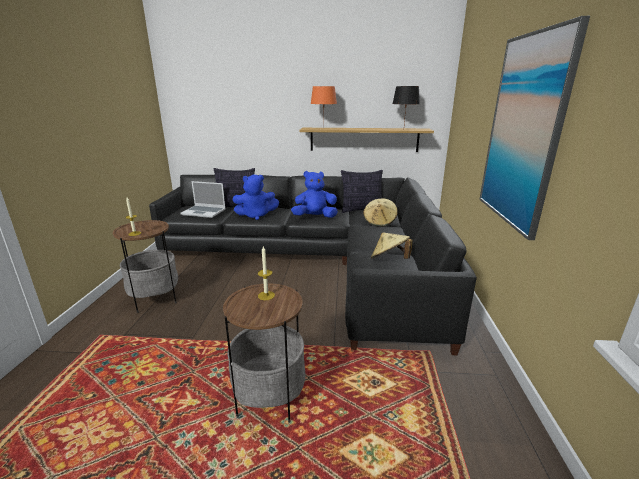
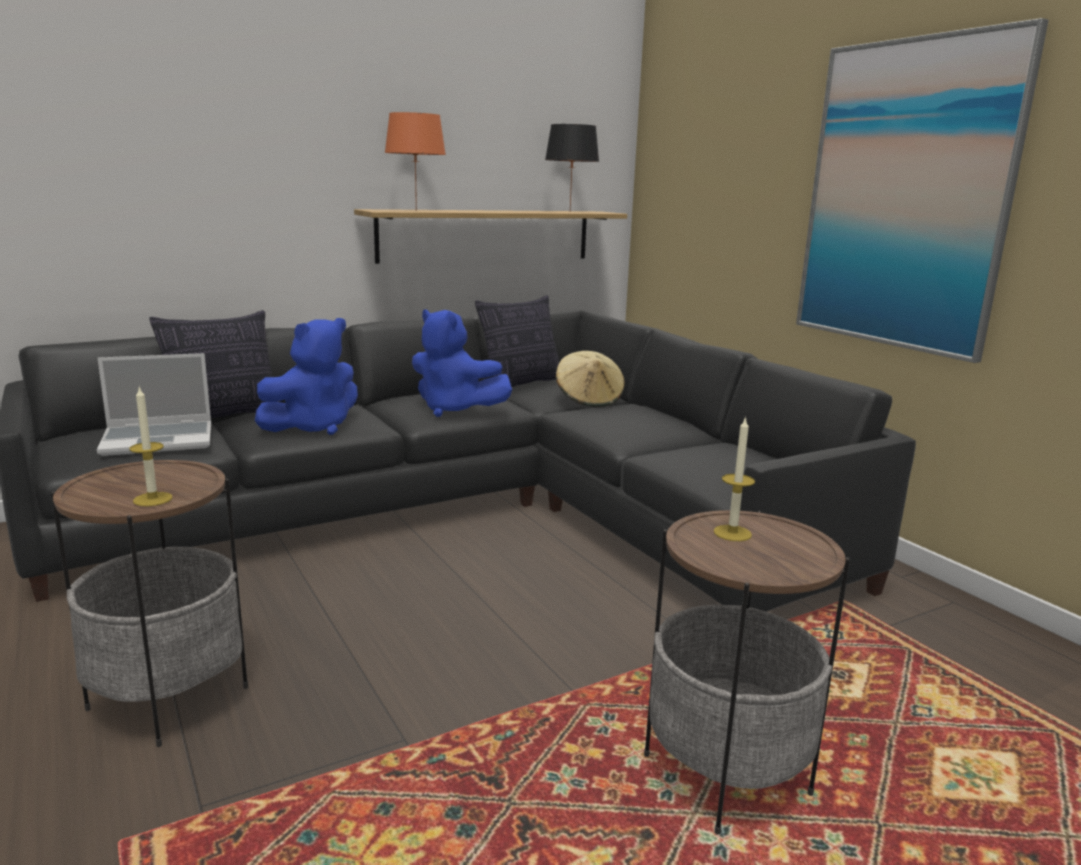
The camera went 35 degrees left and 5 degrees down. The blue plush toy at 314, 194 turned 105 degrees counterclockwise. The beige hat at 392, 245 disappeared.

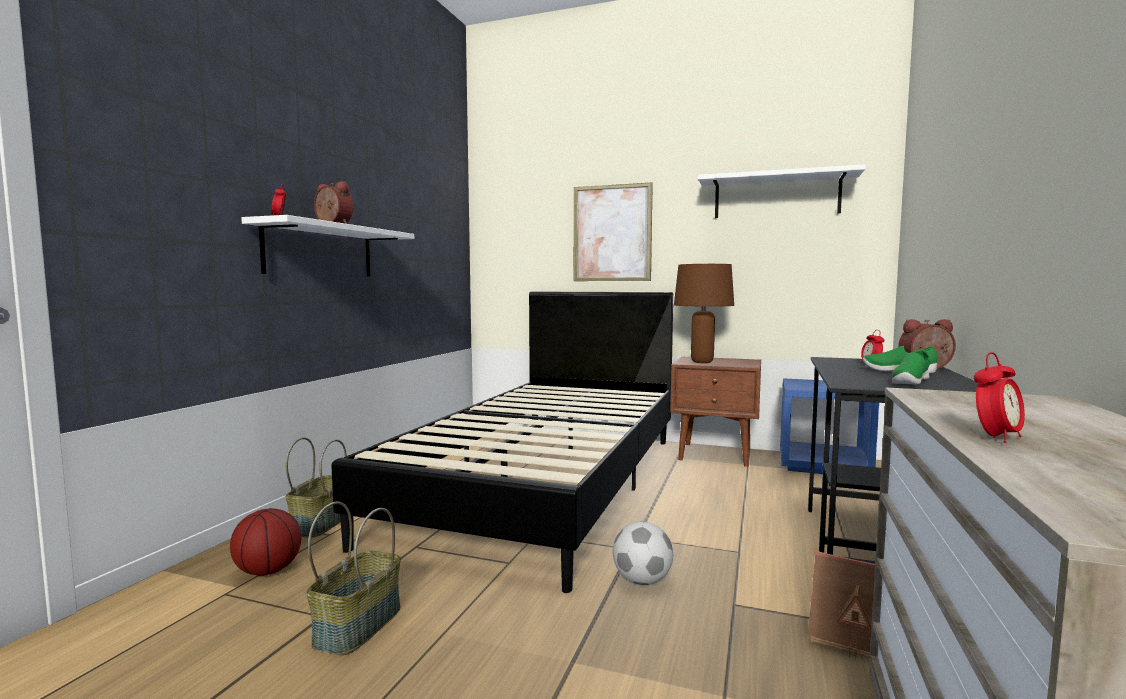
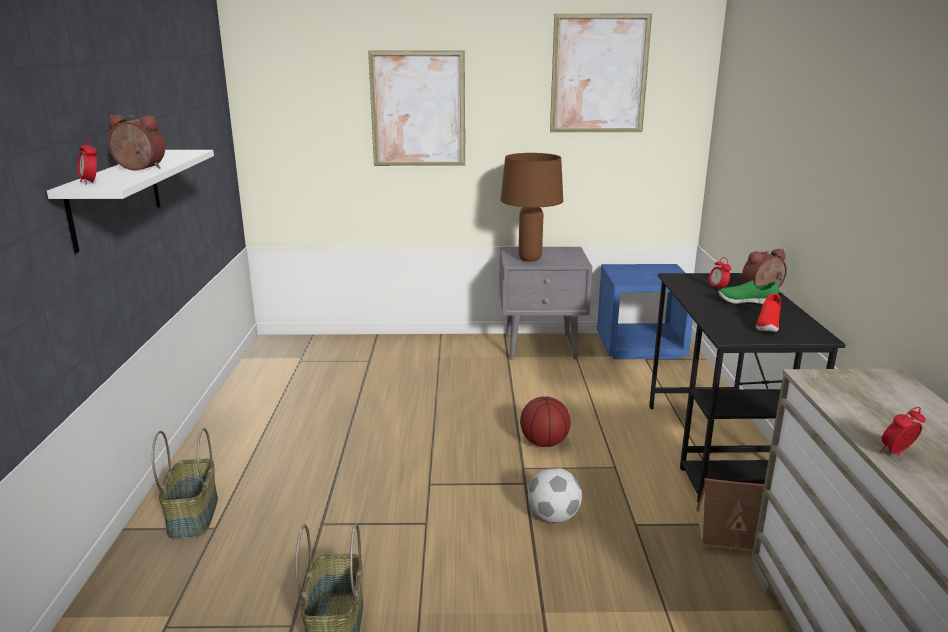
The camera went 20 degrees left and 15 degrees up. The basketball moved from 265, 542 to 545, 421. The black bed at 502, 442 disappeared. The brown nightstand at 715, 412 became the grey nightstand at 545, 303. The white shelf at 782, 191 was replaced by the picture at 601, 73. The green shoe at 911, 367 became the red shoe at 768, 312. The alarm clock at 999, 397 turned 150 degrees counterclockwise.

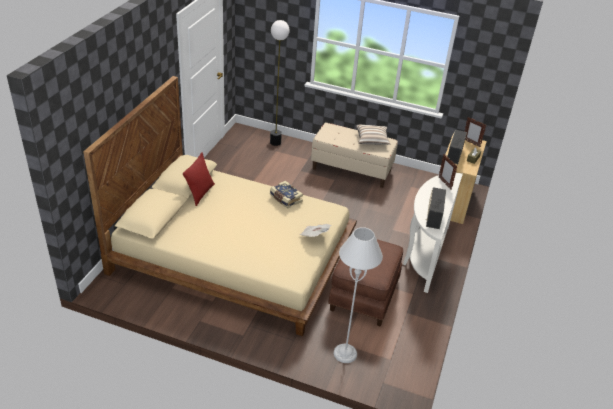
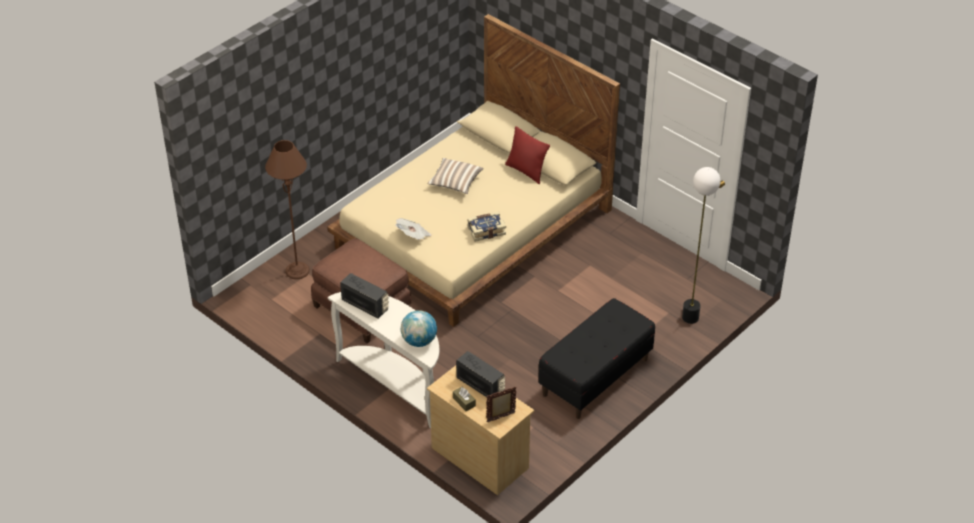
The camera went 115 degrees right and 5 degrees up. The beige bench at 354, 155 became the black bench at 596, 358. The grey floor lamp at 358, 295 became the brown floor lamp at 287, 209. The pillow moved from 373, 135 to 455, 176. The picture frame at 448, 172 was replaced by the globe at 419, 328.

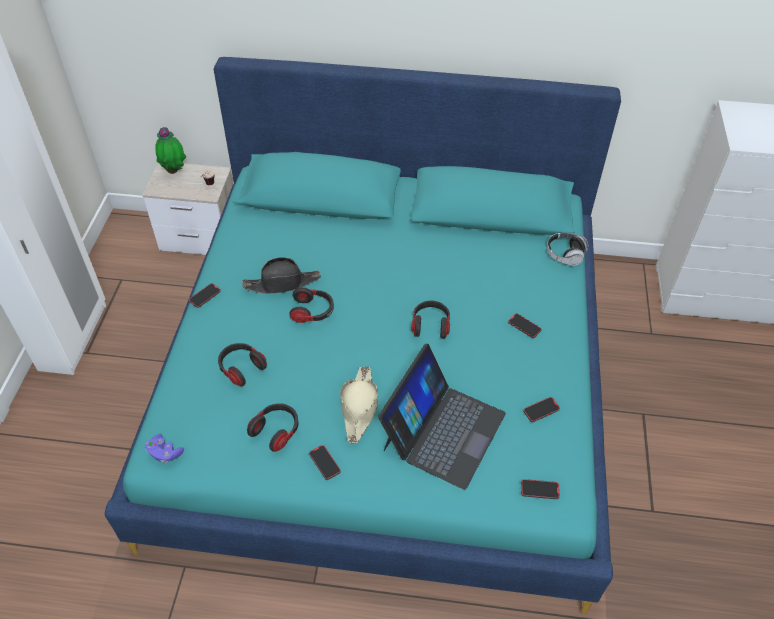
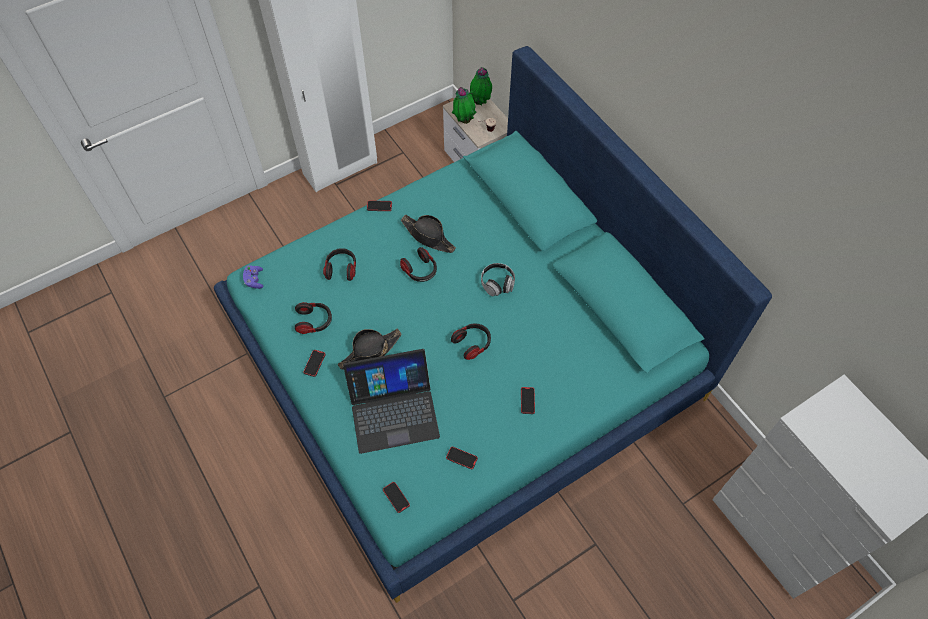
The camera went 50 degrees right and 10 degrees up. The beige hat at 359, 404 became the black hat at 369, 349. The headphones moved from 568, 249 to 498, 280. The potted plant at 464, 105 appeared.

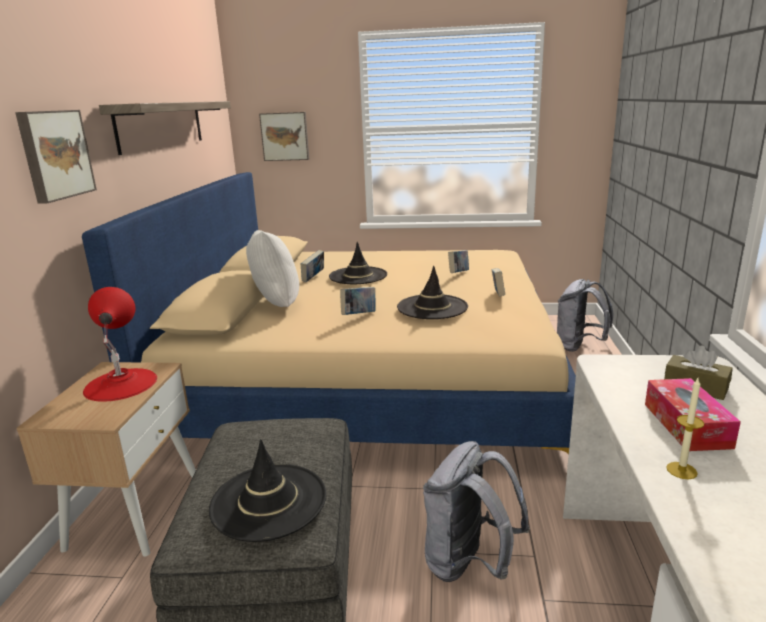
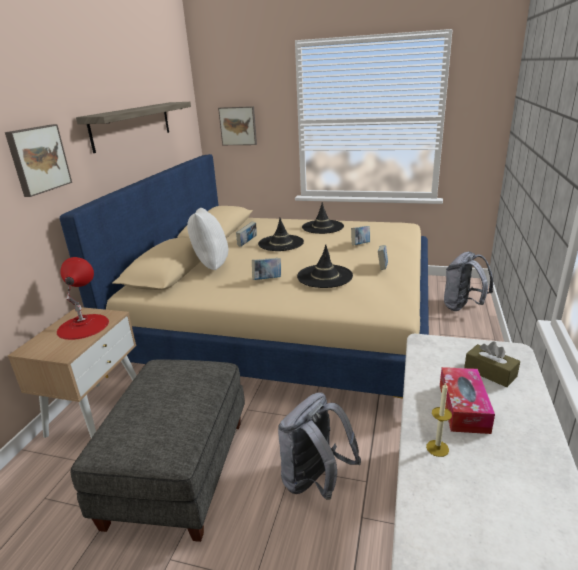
The camera went 10 degrees right and 5 degrees up. The black hat moved from 267, 490 to 323, 218.

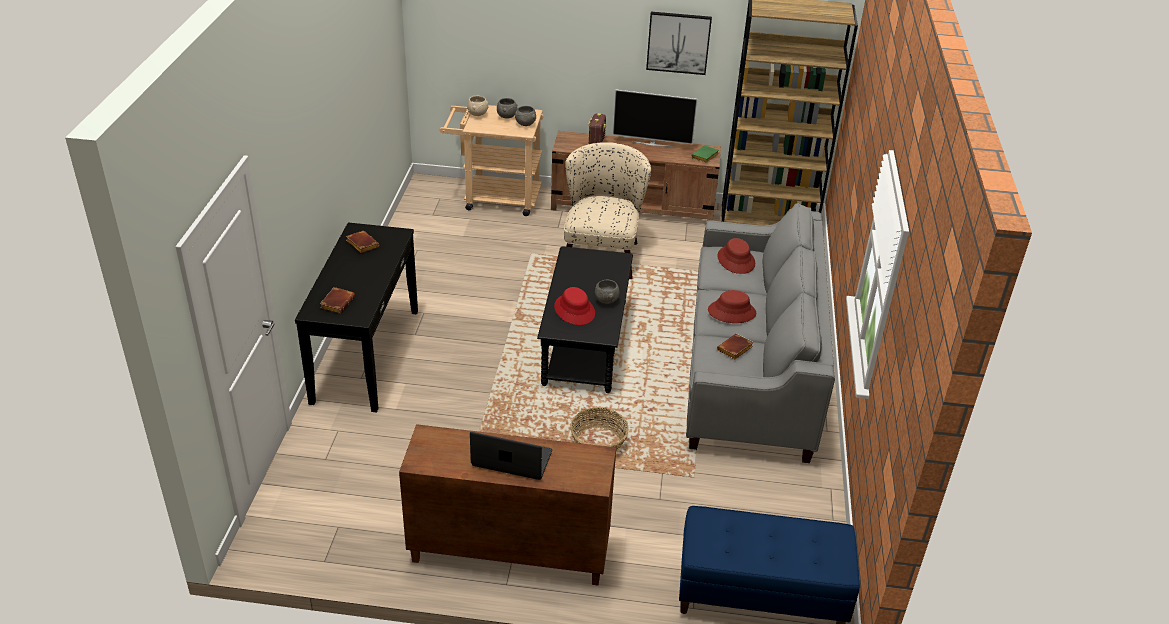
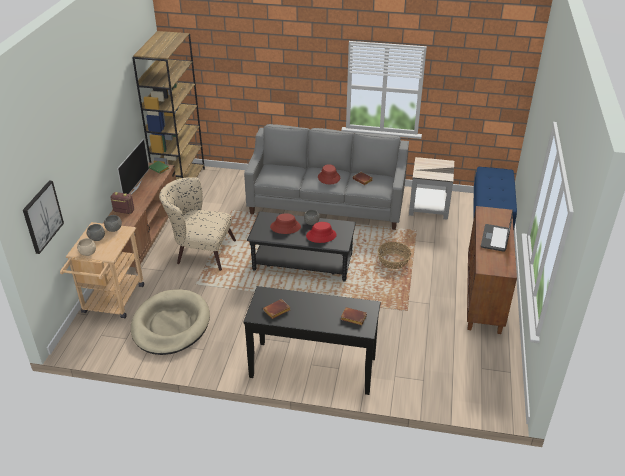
The camera went 85 degrees left and 0 degrees up. The picture moved from 679, 43 to 43, 217. The red hat moved from 736, 256 to 285, 223. The beige dog bed at 170, 322 appeared. The grey side table at 431, 188 appeared.

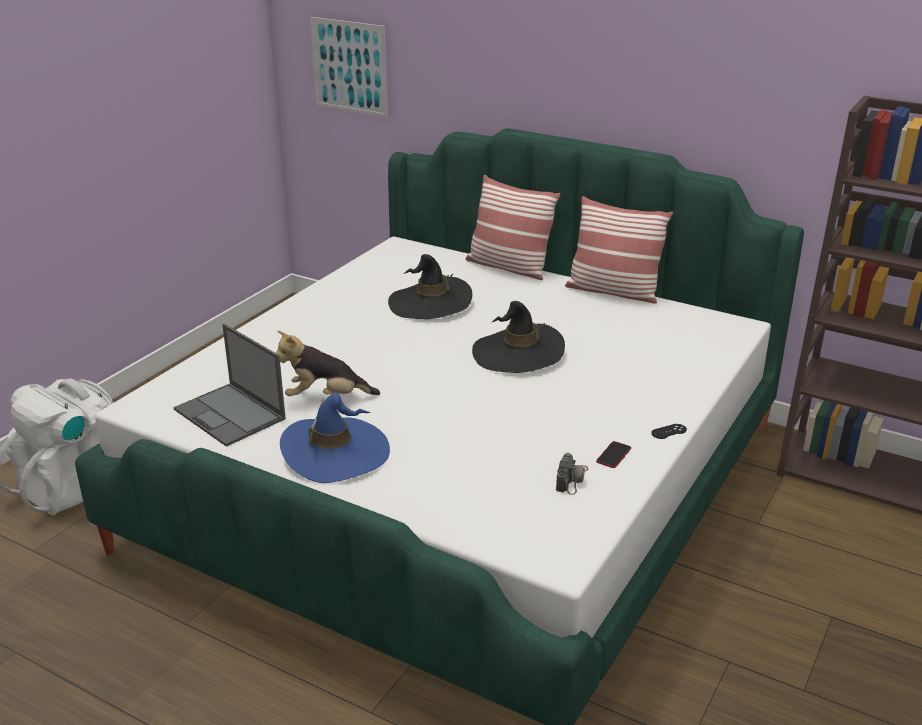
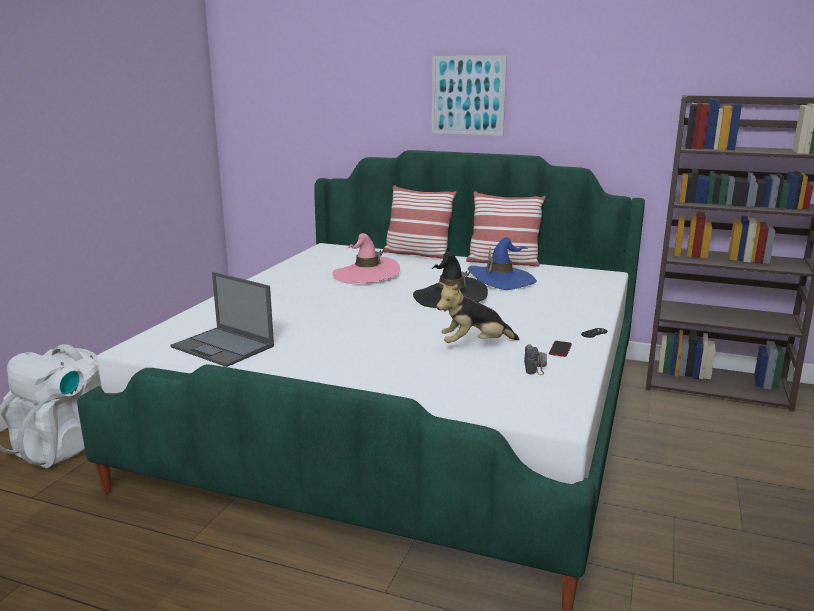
The camera went 10 degrees left and 10 degrees down. The plush toy moved from 327, 363 to 477, 312. The blue hat moved from 335, 437 to 502, 263. The picture moved from 349, 67 to 469, 96. The black hat at 430, 286 became the pink hat at 366, 258.

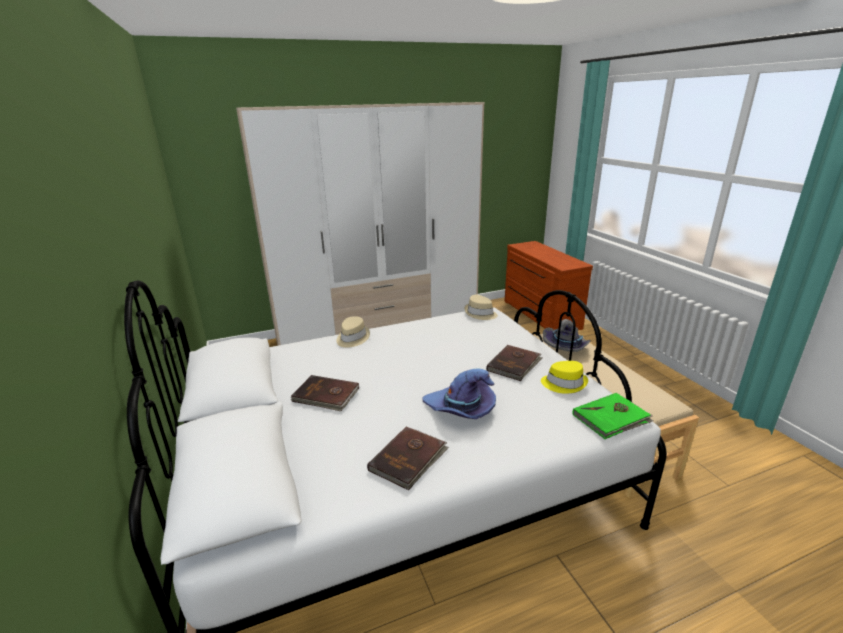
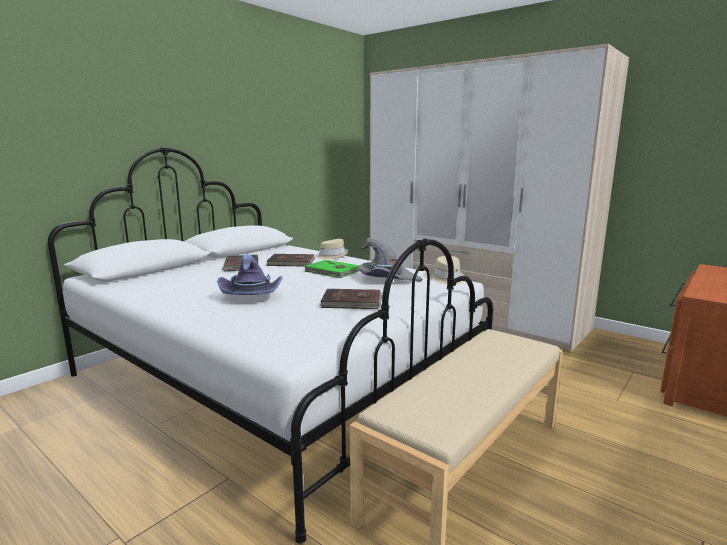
The camera went 60 degrees right and 10 degrees down. The brown book moved from 408, 458 to 290, 260. The yellow hat at 564, 377 disappeared. The grey hat moved from 567, 335 to 390, 260. The green book moved from 613, 416 to 332, 269.

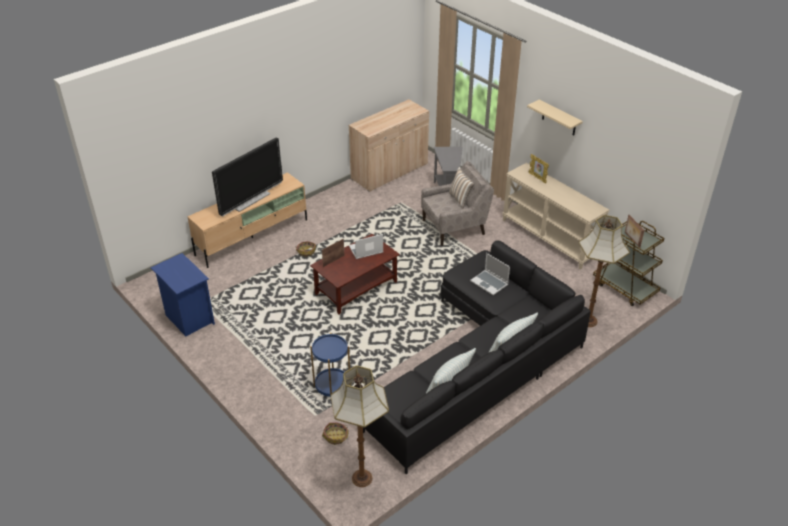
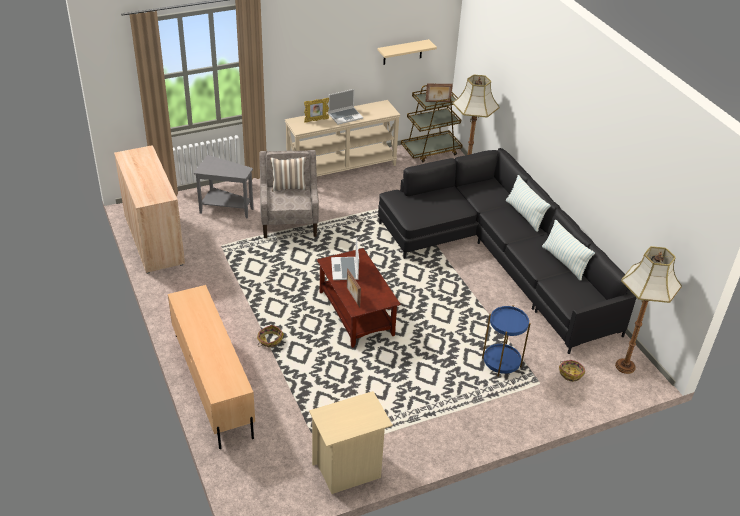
The camera went 75 degrees left and 0 degrees up. The blue nightstand at 183, 294 became the beige nightstand at 351, 442. The television at 247, 176 disappeared. The laptop moved from 490, 274 to 345, 107. The beige shelf moved from 555, 118 to 407, 52.

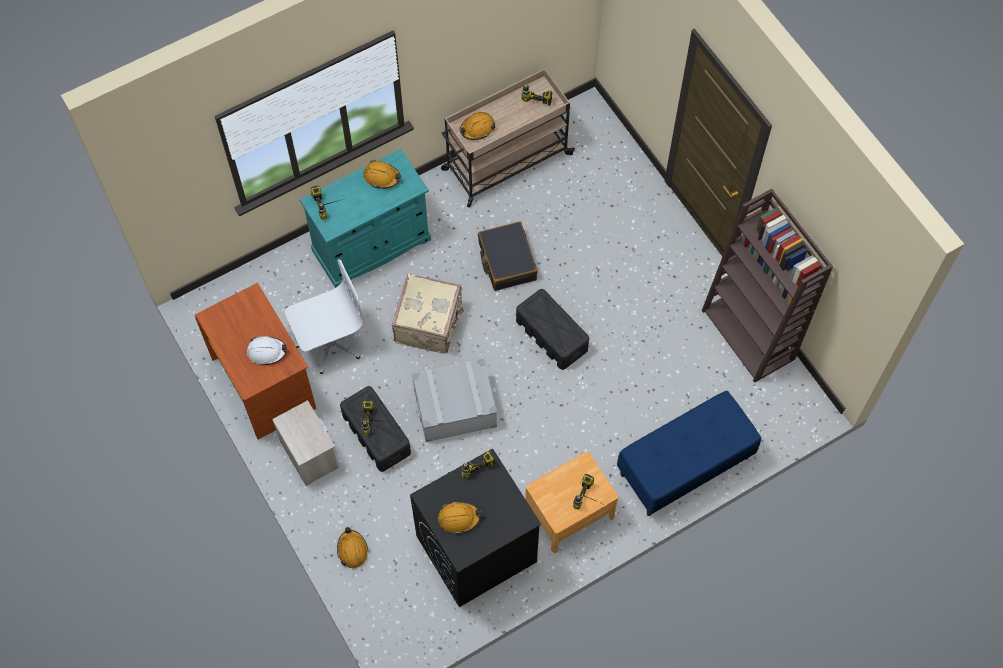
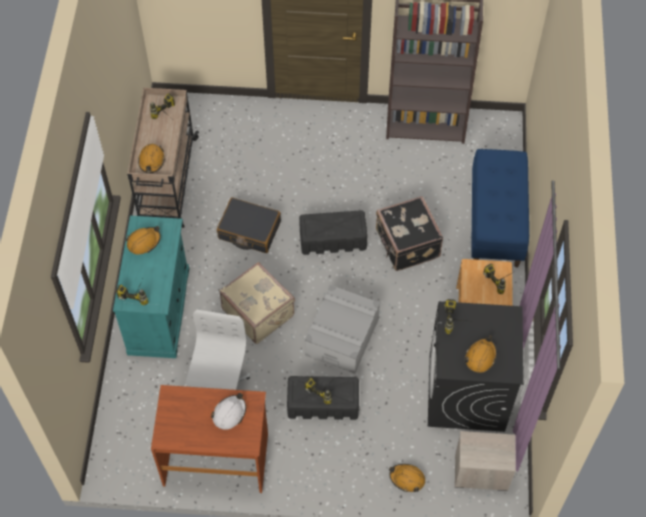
The camera went 55 degrees left and 5 degrees down. The nightstand moved from 306, 443 to 485, 461. The black suitcase at 409, 233 appeared.

